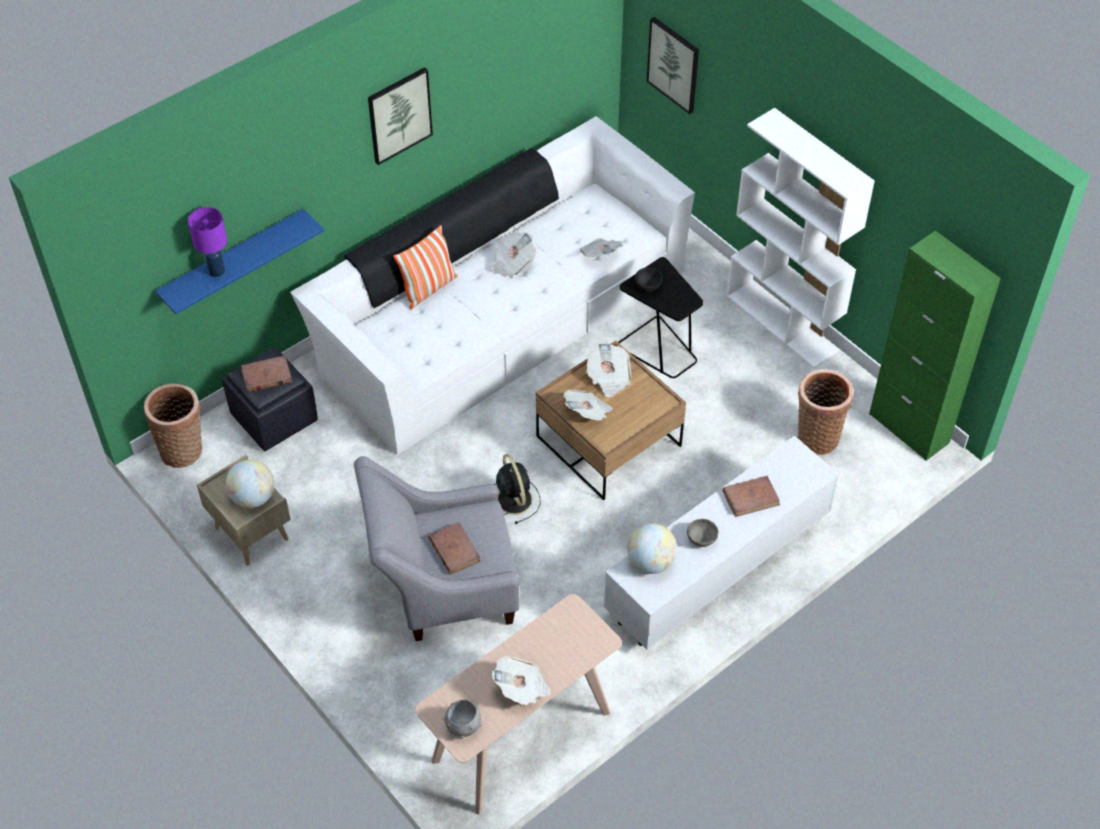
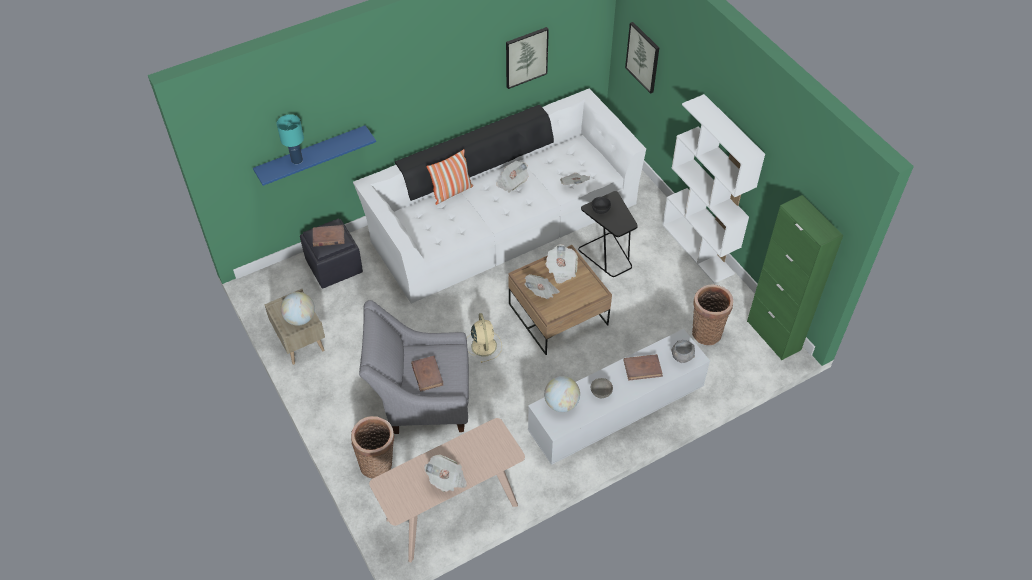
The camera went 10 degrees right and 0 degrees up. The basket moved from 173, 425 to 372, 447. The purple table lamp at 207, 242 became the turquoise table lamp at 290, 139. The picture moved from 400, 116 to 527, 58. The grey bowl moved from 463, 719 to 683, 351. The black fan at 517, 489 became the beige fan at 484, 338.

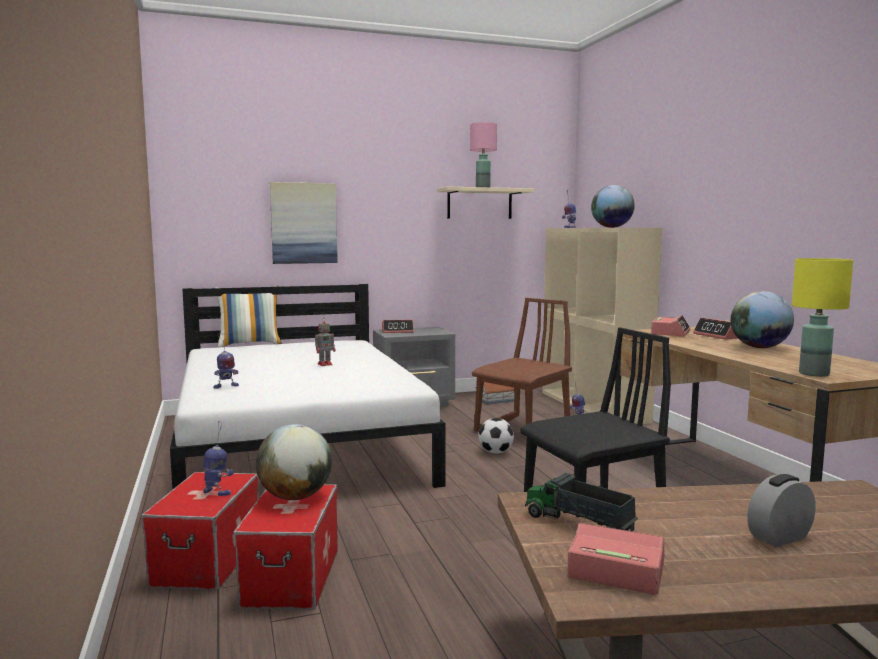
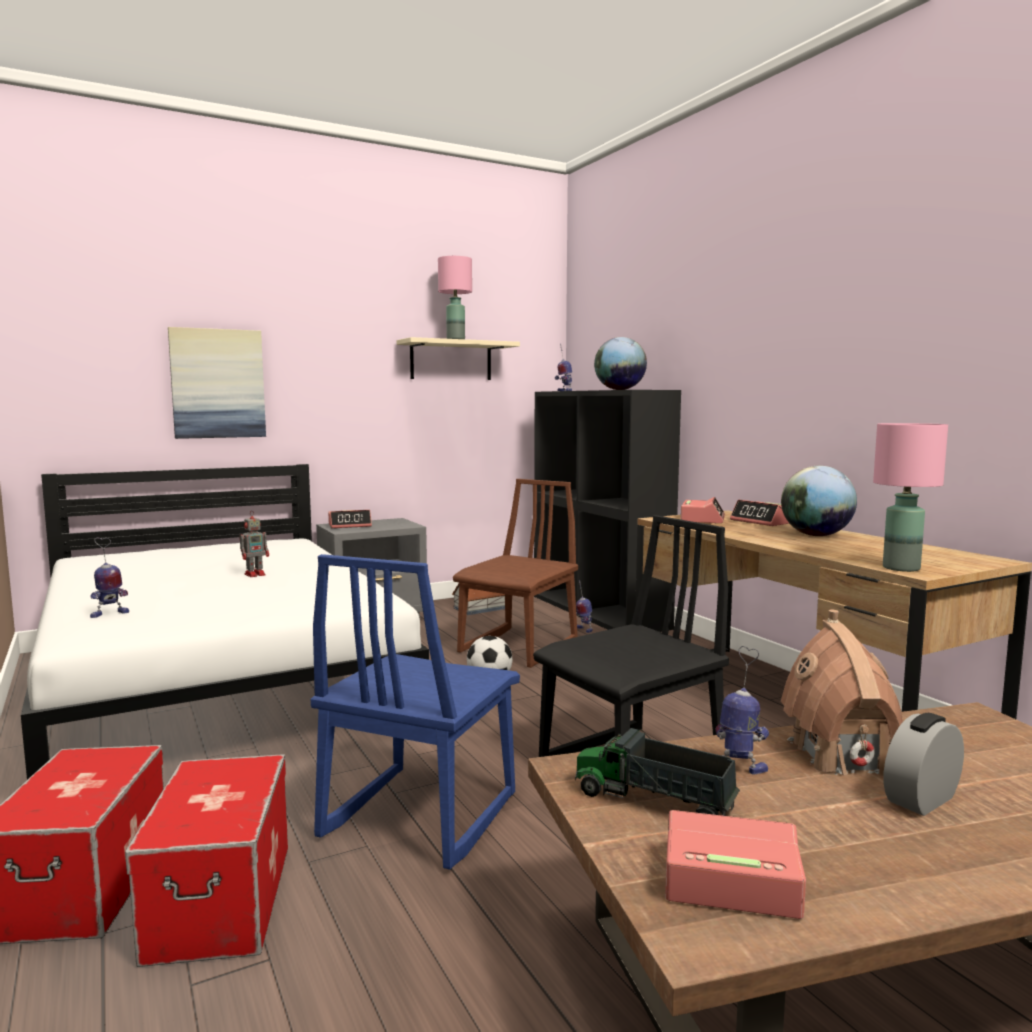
The camera went 10 degrees left and 0 degrees up. The toy robot moved from 218, 458 to 742, 710. The pillow at 249, 316 disappeared. The globe at 294, 462 disappeared. The beige bookcase at 602, 326 became the black bookcase at 607, 511. The yellow table lamp at 822, 317 became the pink table lamp at 910, 497. The blue chair at 415, 712 appeared. The toy house at 842, 692 appeared.

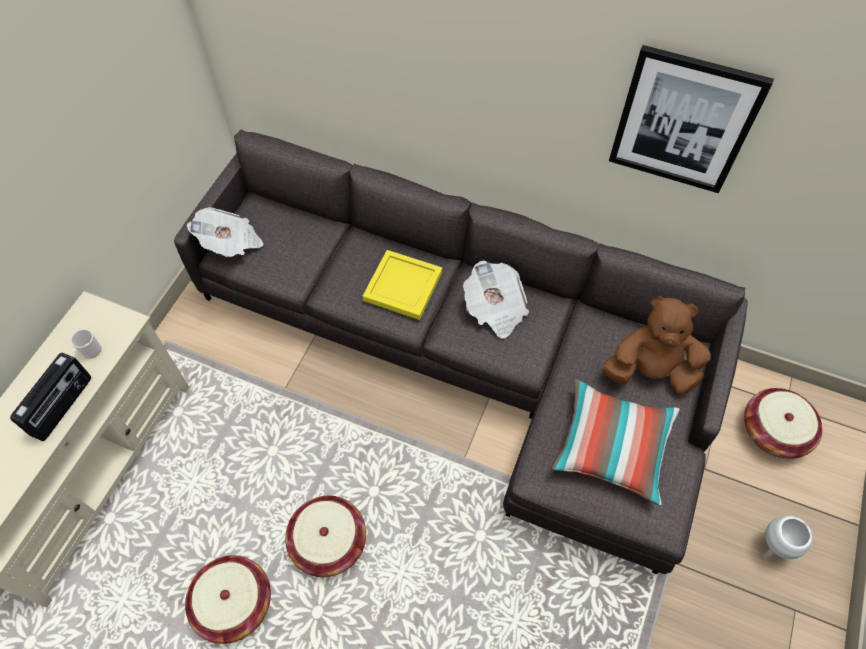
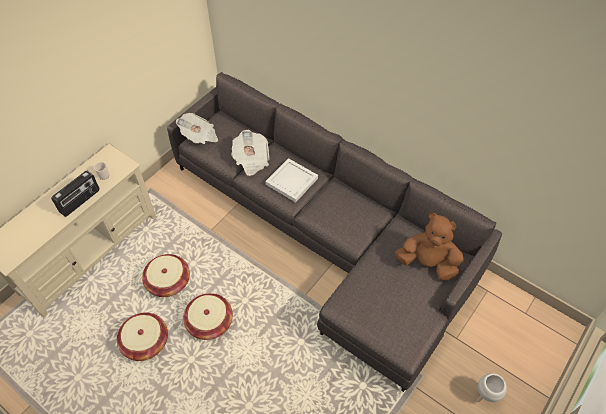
The camera went 15 degrees right and 5 degrees down. The yellow tray at 402, 285 became the white tray at 291, 180. The newspaper moved from 496, 299 to 250, 153. The pillow at 616, 442 disappeared. The picture at 691, 119 disappeared. The basket moved from 783, 423 to 166, 275.

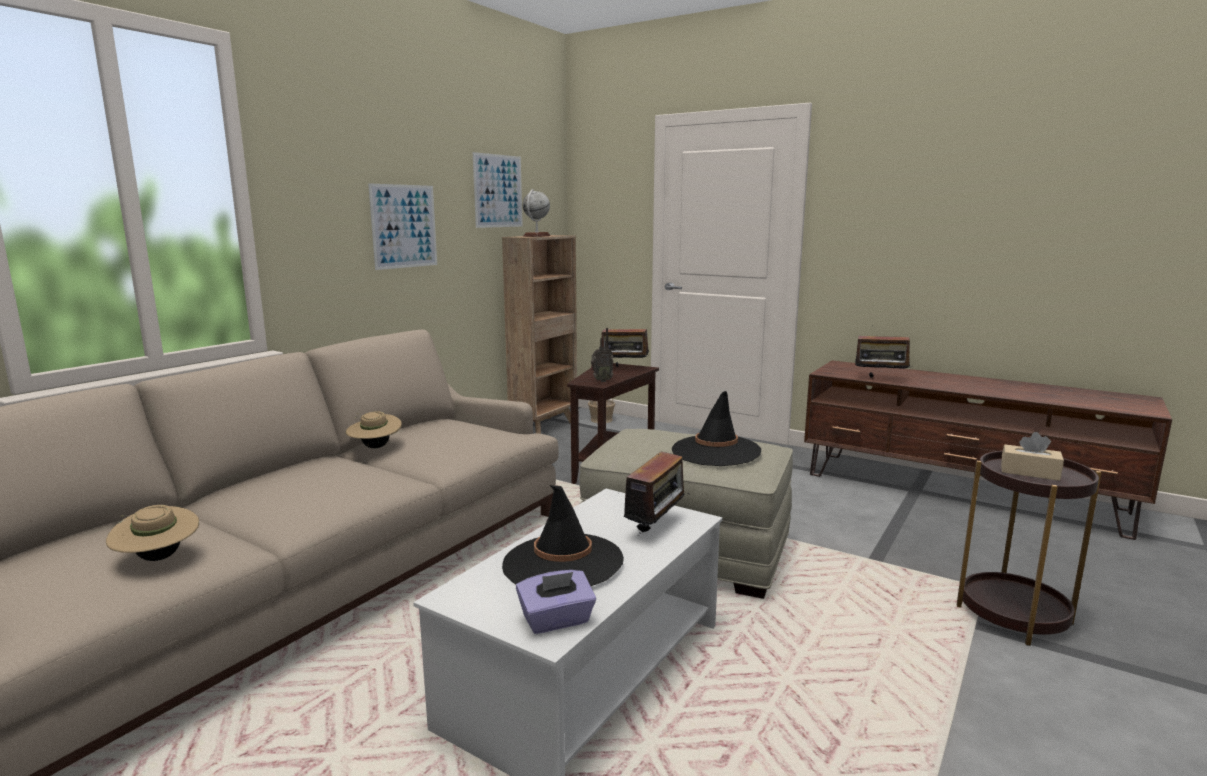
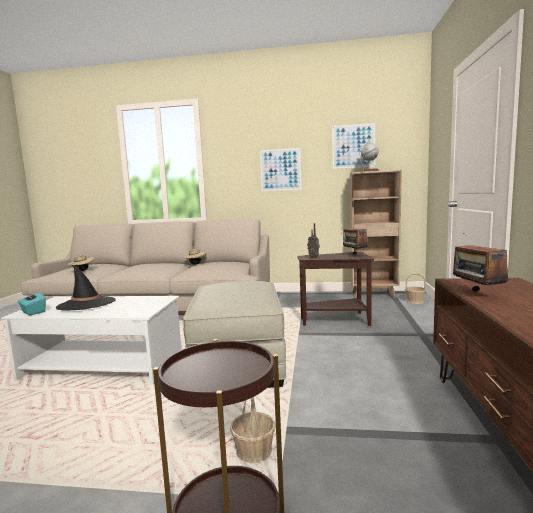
The camera went 65 degrees right and 5 degrees down. The purple tissue box at 556, 602 became the turquoise tissue box at 32, 302. The radio at 653, 494 disappeared. The black hat at 716, 428 disappeared. The beige tissue box at 1032, 456 disappeared. The basket at 252, 430 appeared.

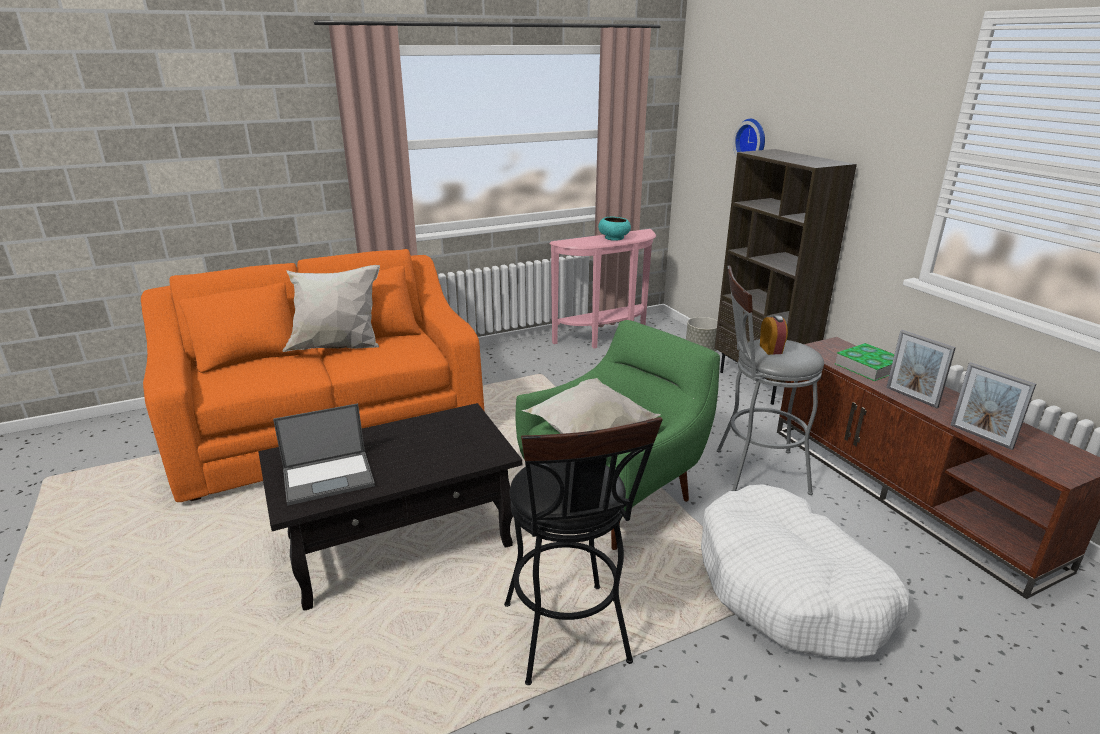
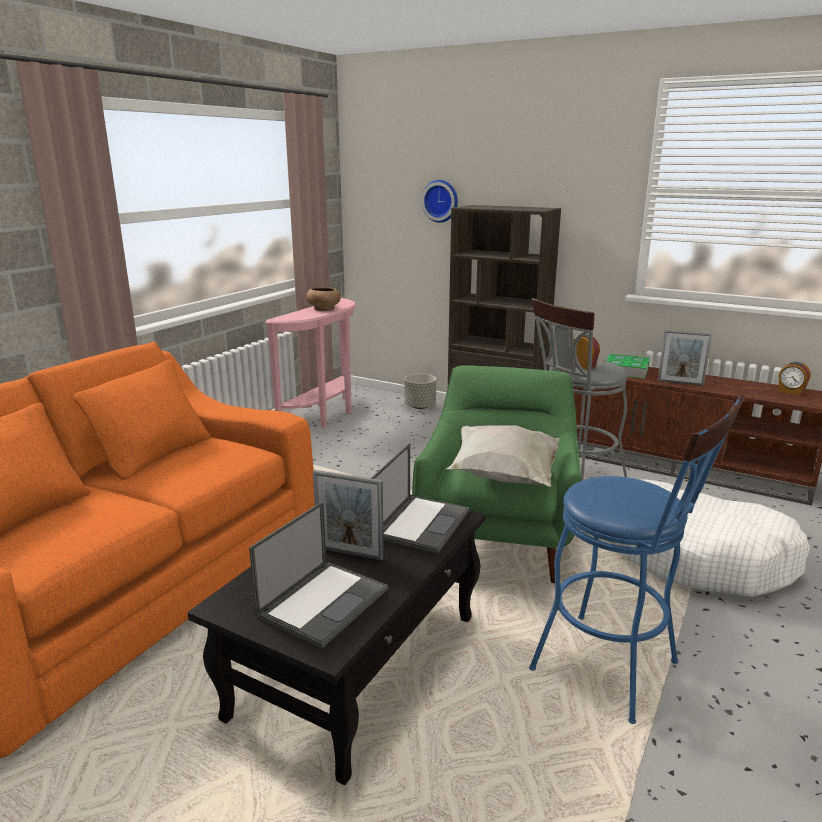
The camera went 35 degrees left and 5 degrees down. The white pillow at 331, 308 disappeared. The black stool at 583, 551 became the blue stool at 637, 559. The turquoise bowl at 614, 229 became the brown bowl at 323, 299. The picture frame moved from 993, 406 to 348, 515. The laptop at 420, 498 appeared. The alarm clock at 795, 379 appeared.

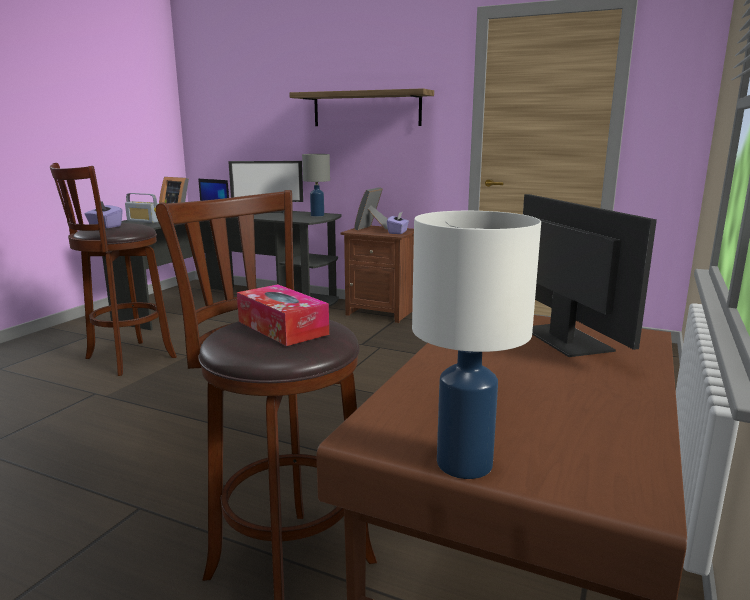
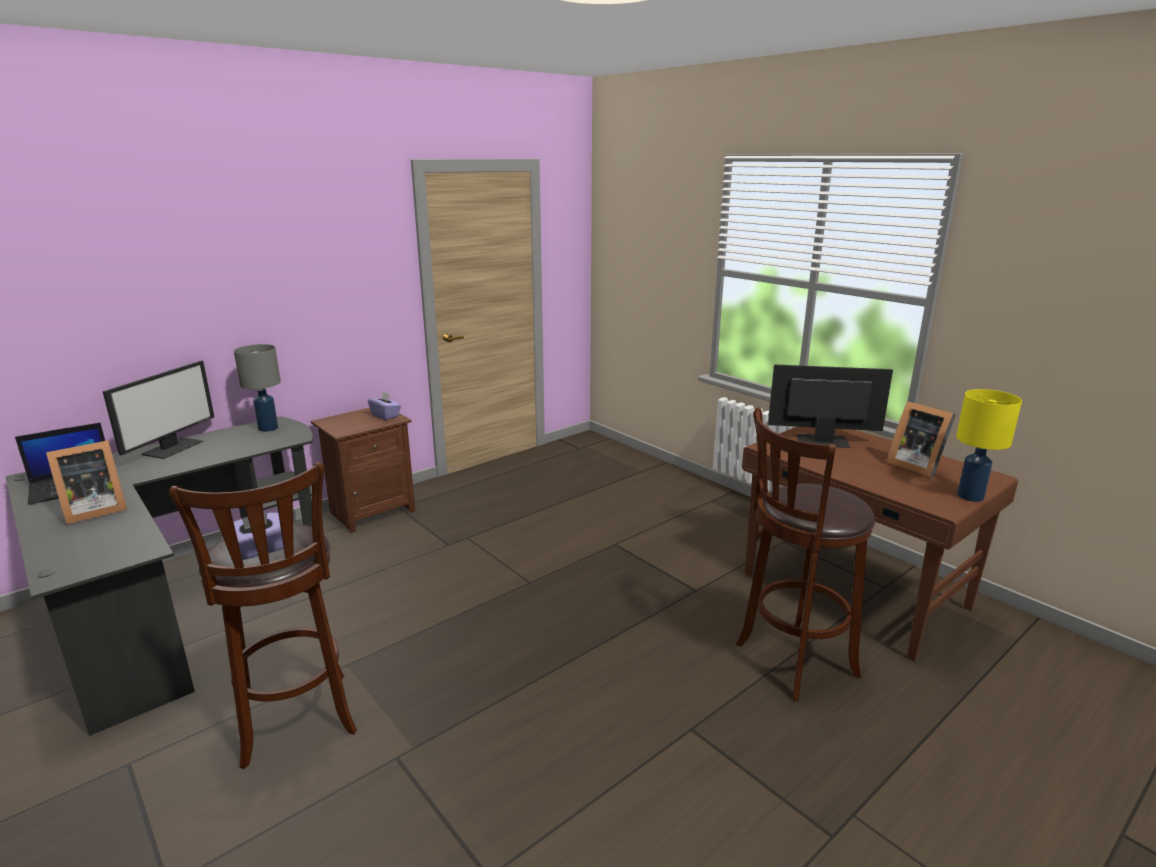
The camera went 65 degrees left and 5 degrees up. The radio at 142, 208 disappeared. The tissue box at 283, 315 disappeared. The shelf at 361, 107 disappeared. The picture frame moved from 371, 208 to 921, 439. The white table lamp at 476, 345 became the yellow table lamp at 989, 445.

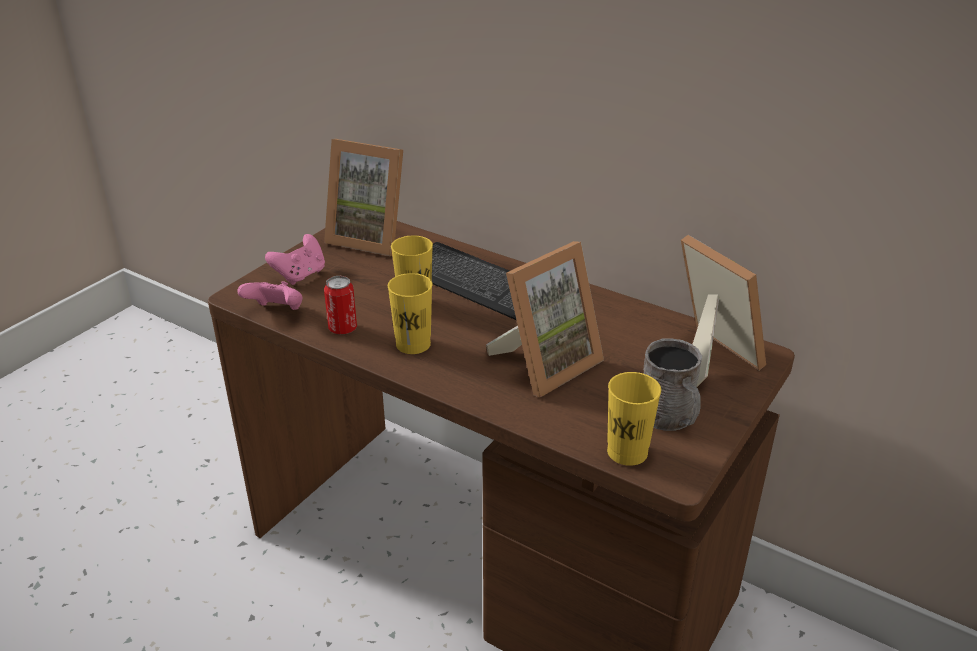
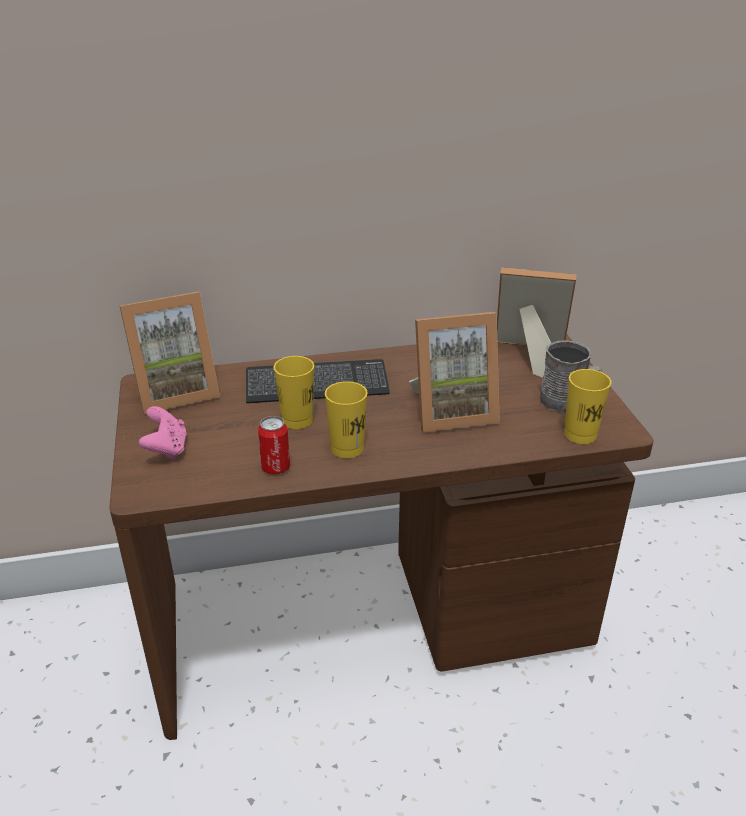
The camera went 45 degrees left and 0 degrees up. The pink game controller at 270, 295 disappeared. The picture frame at 545, 319 turned 75 degrees clockwise.

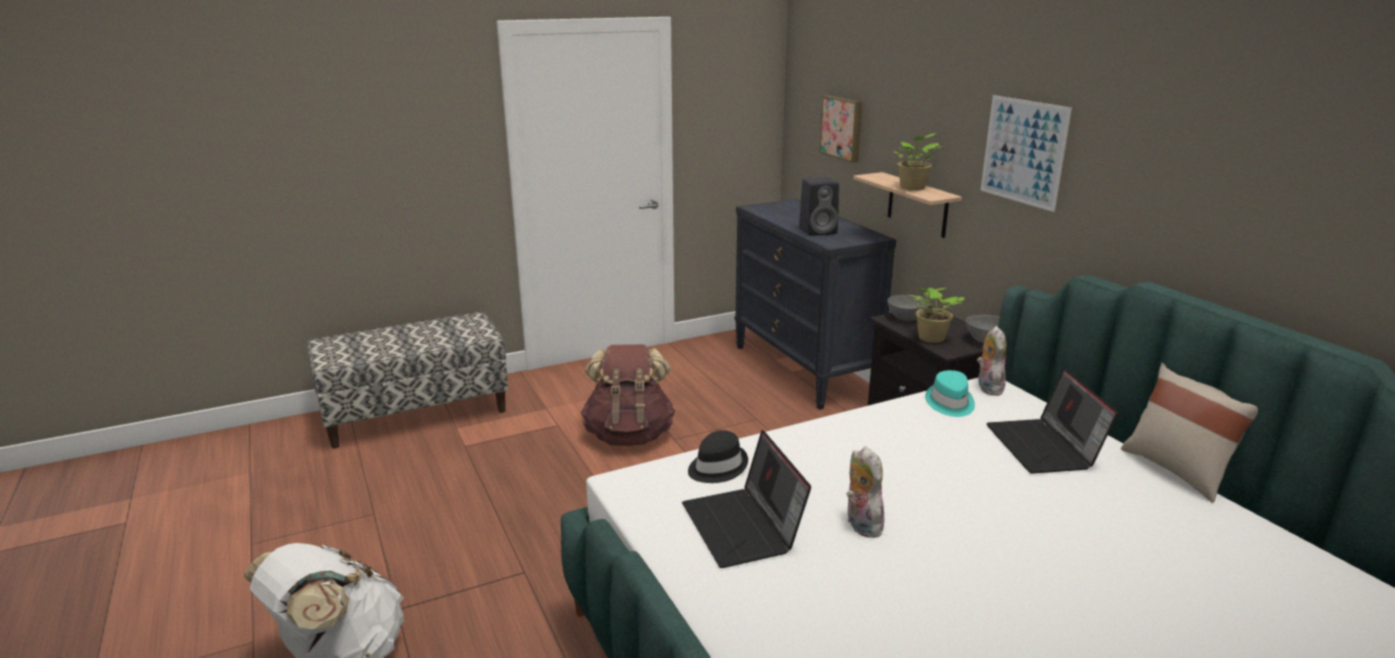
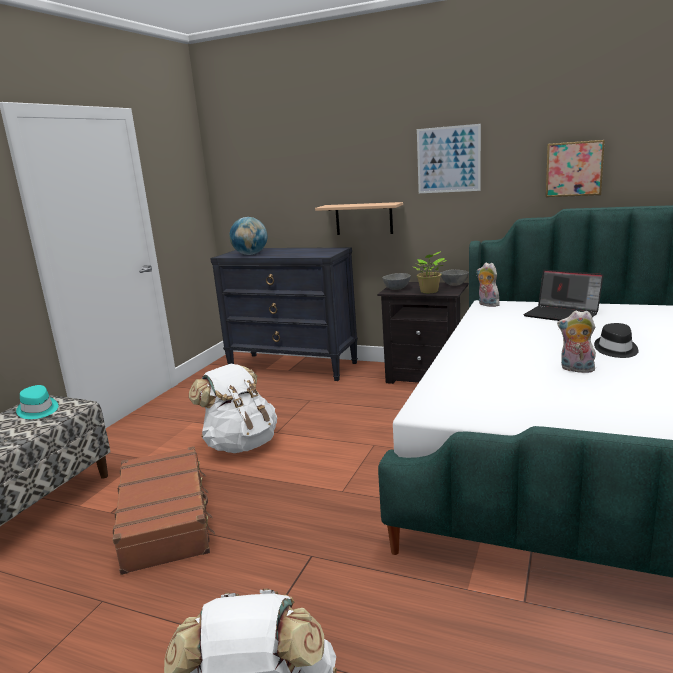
The camera went 40 degrees left and 5 degrees down. The brown backpack at 628, 395 became the white backpack at 233, 408. The laptop at 746, 499 disappeared. The black hat moved from 718, 456 to 616, 340. The black speaker at 819, 206 disappeared. The picture moved from 841, 129 to 575, 168. The potted plant at 918, 162 disappeared. The turquoise hat moved from 950, 393 to 37, 402. The beige pillow at 1189, 432 disappeared. The brown suitcase at 164, 510 appeared. The globe at 248, 236 appeared.

